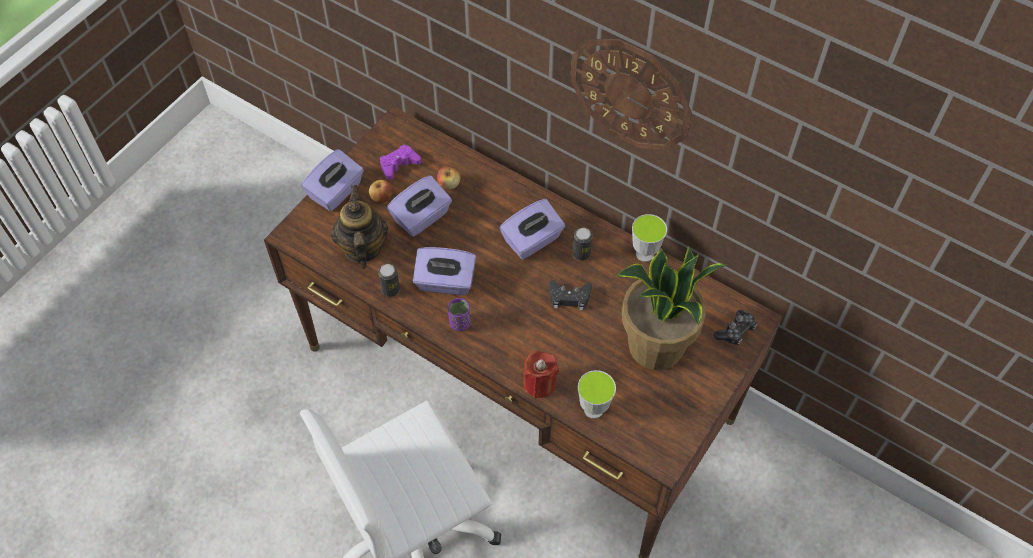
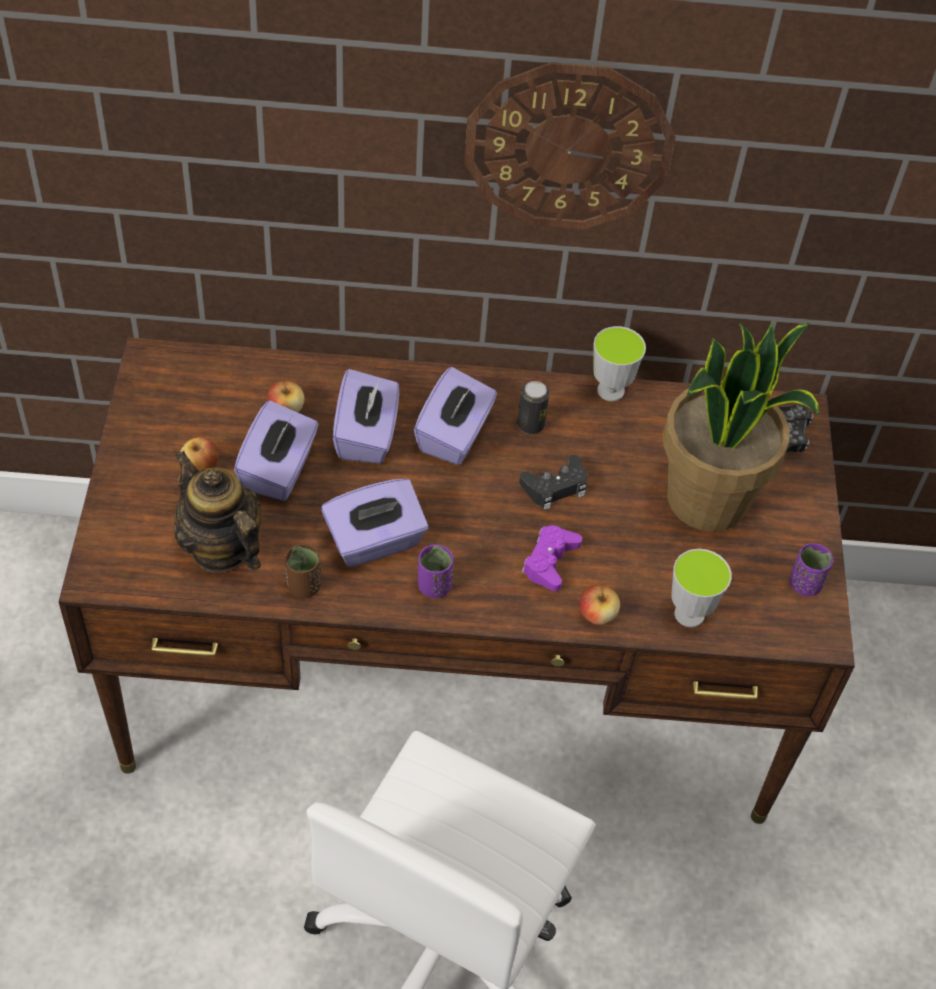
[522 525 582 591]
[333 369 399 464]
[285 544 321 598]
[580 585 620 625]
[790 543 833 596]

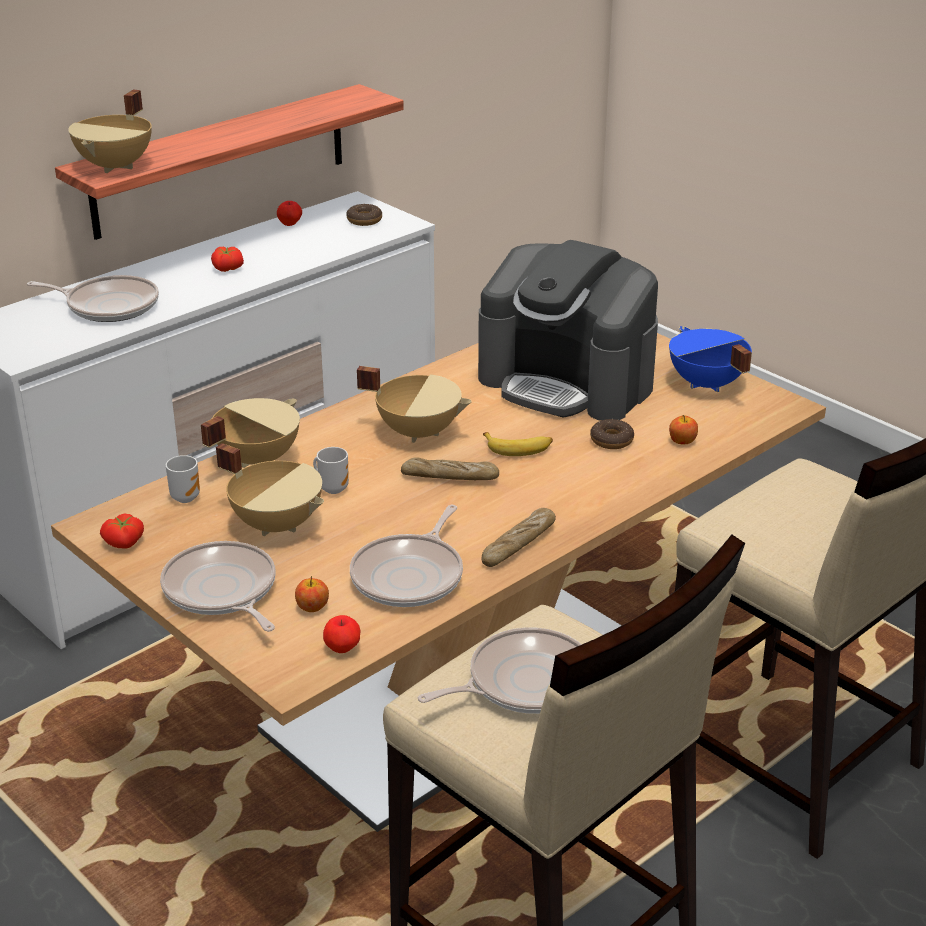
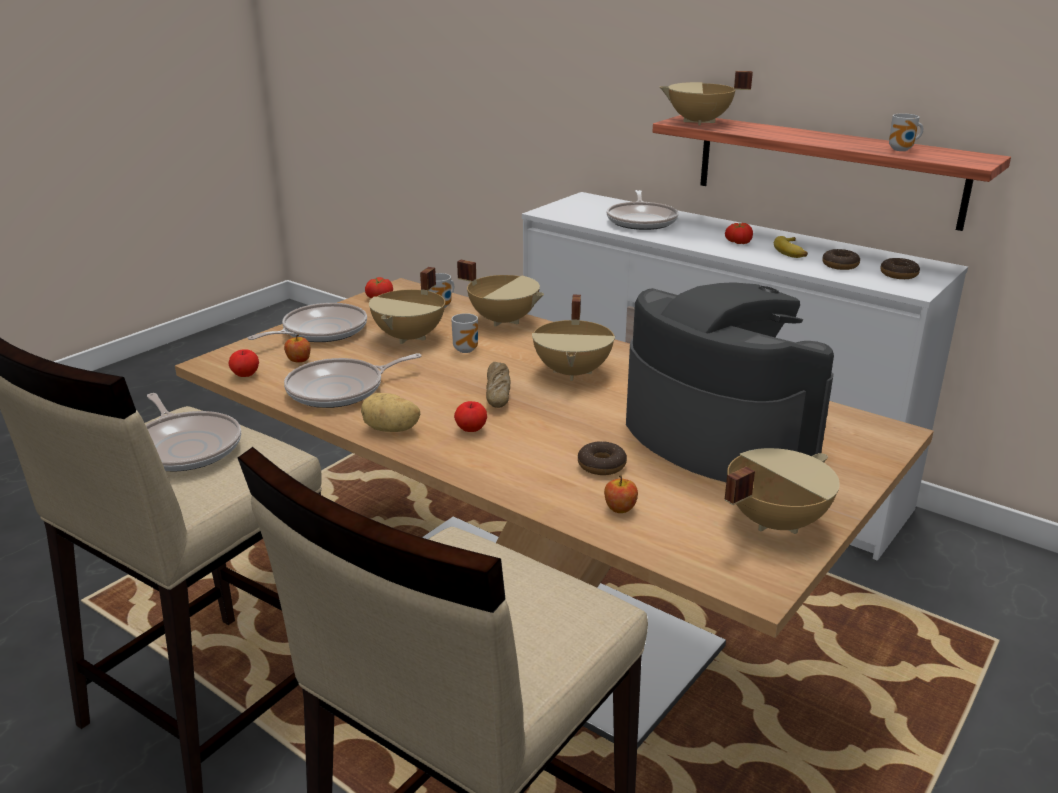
[454 401 487 432]
[626 282 834 482]
[725 448 840 534]
[774 236 808 258]
[284 354 421 408]
[361 393 421 432]
[889 114 923 151]
[822 249 860 270]

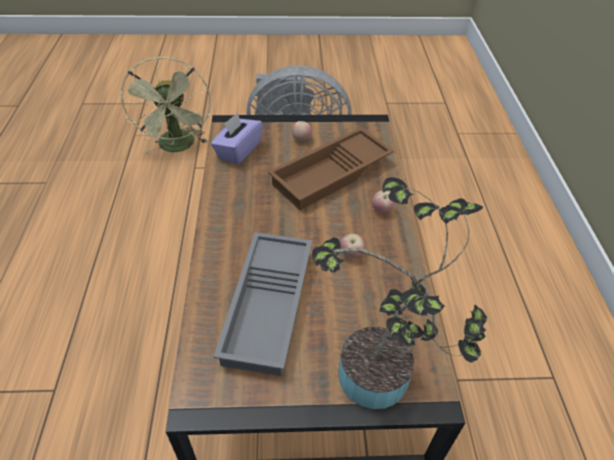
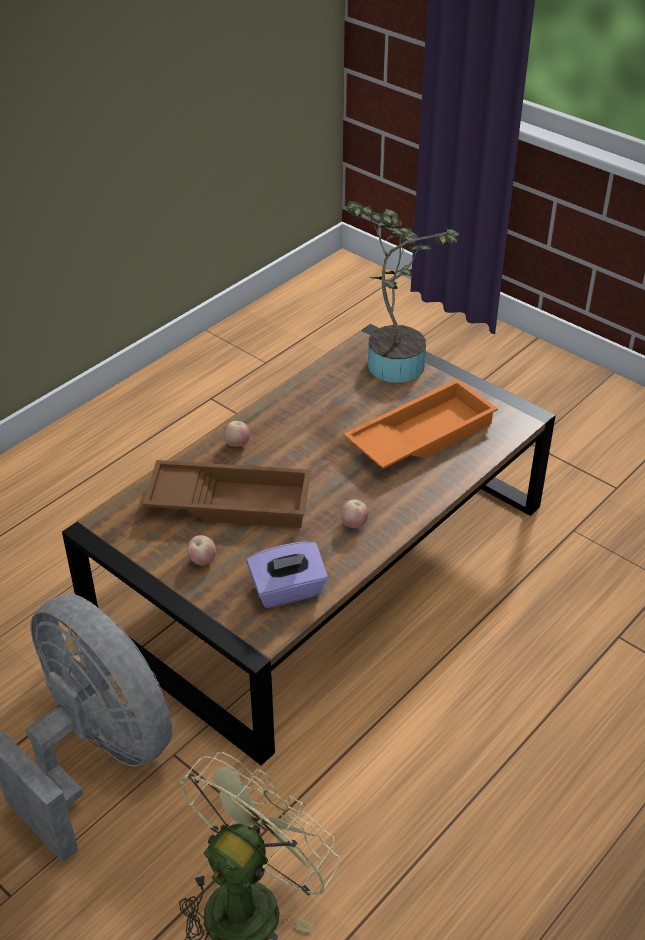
[344 379 498 469]
[341 499 368 528]

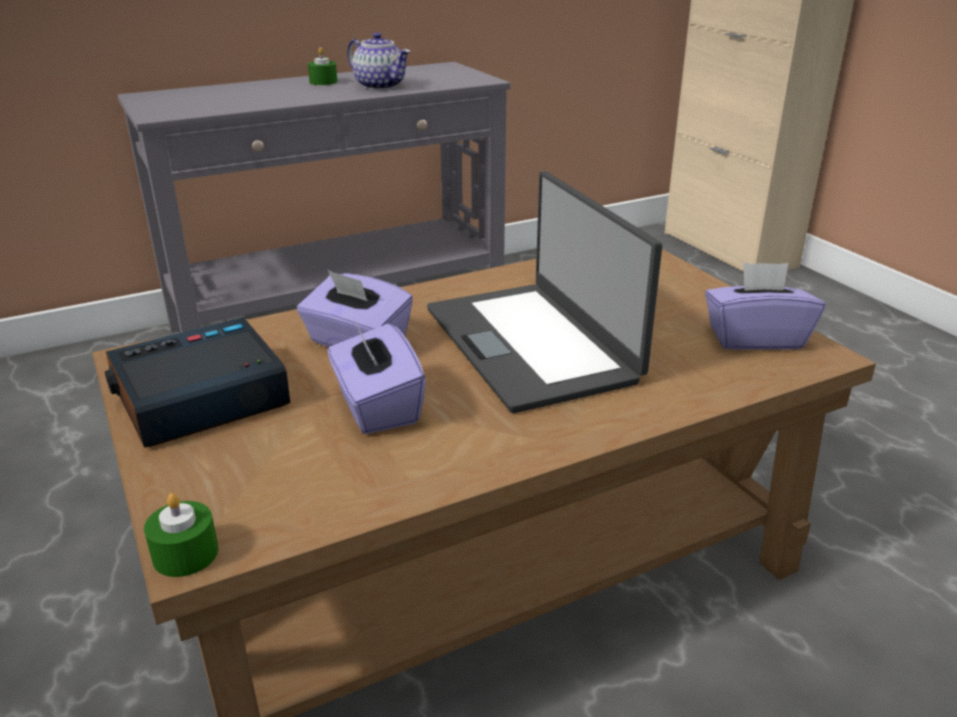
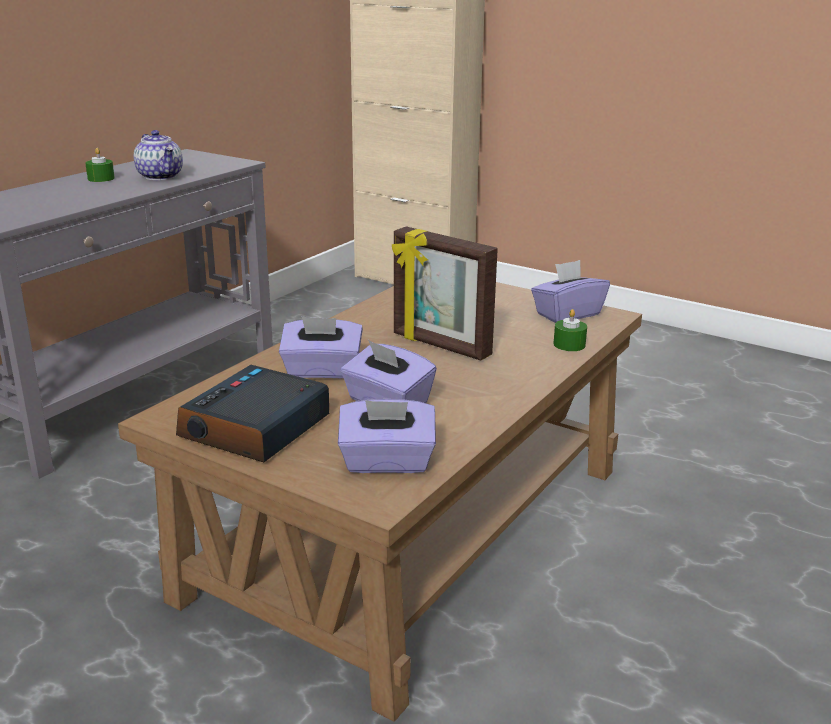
[134 130 183 180]
[392 226 498 361]
[553 309 587 351]
[338 399 436 473]

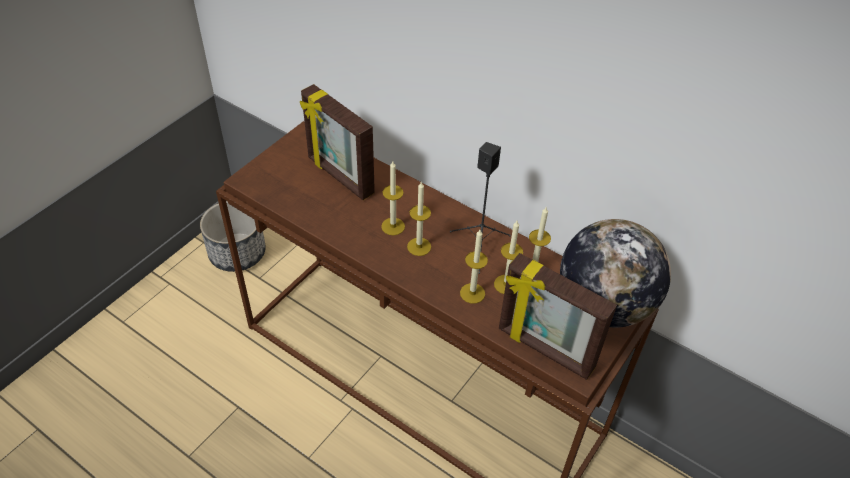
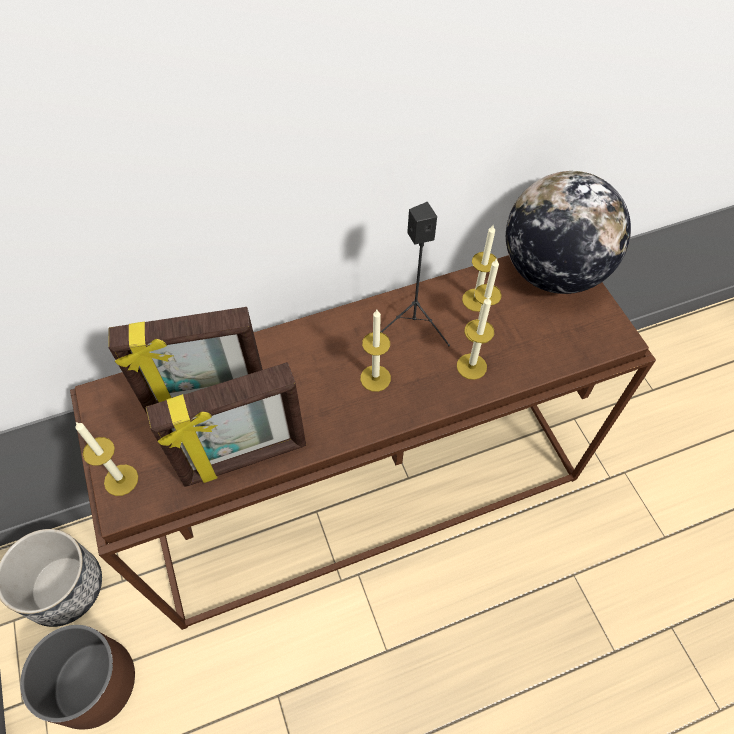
[75 422 138 496]
[146 362 306 487]
[20 625 135 730]

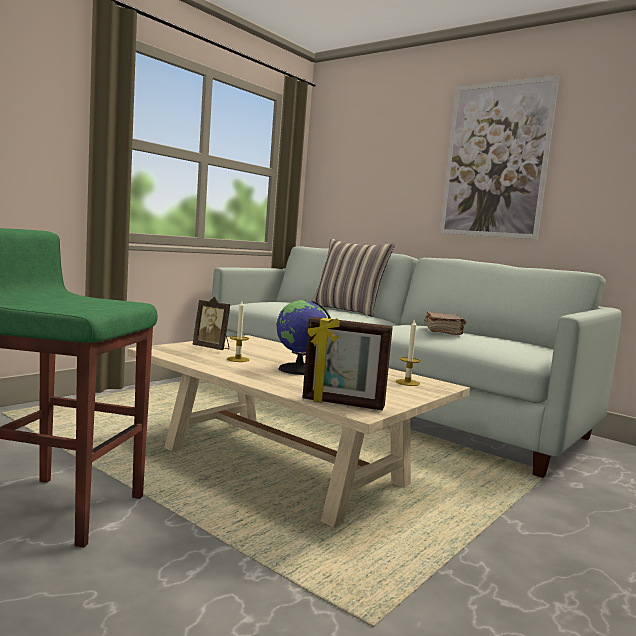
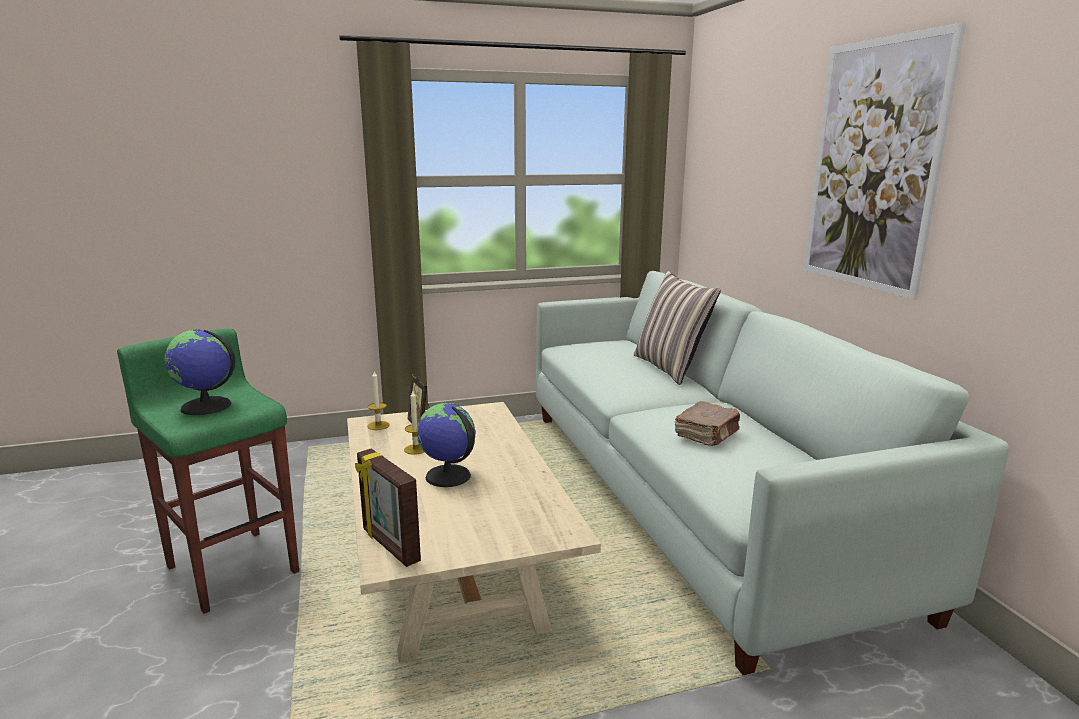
[367 371 390 430]
[165 329 235 415]

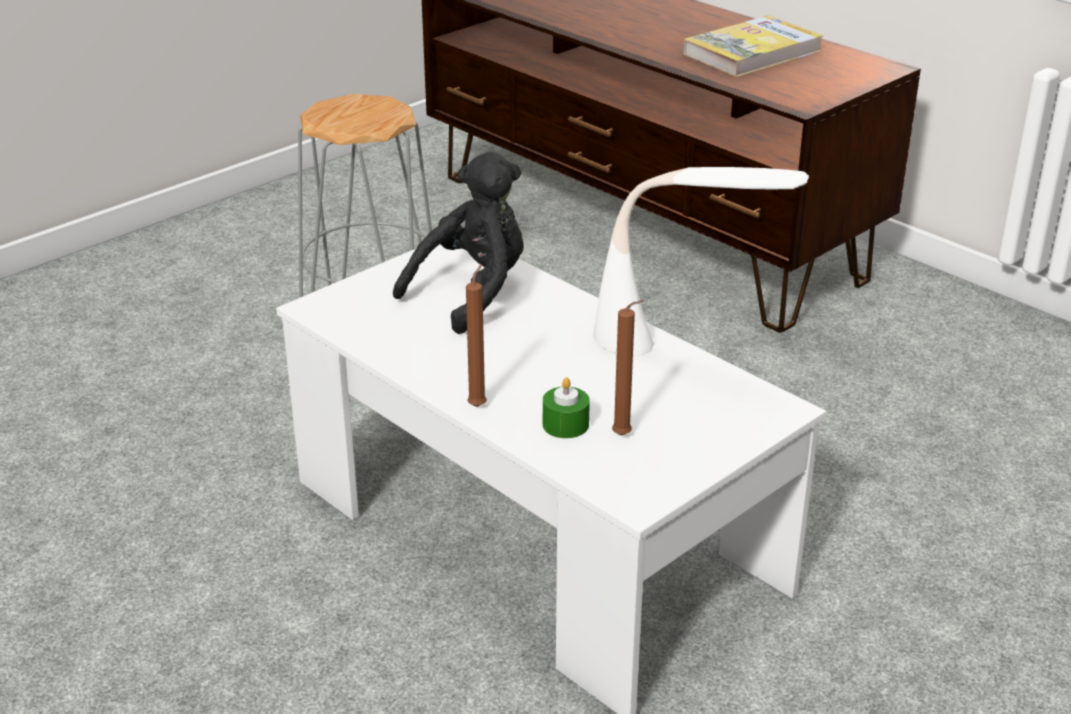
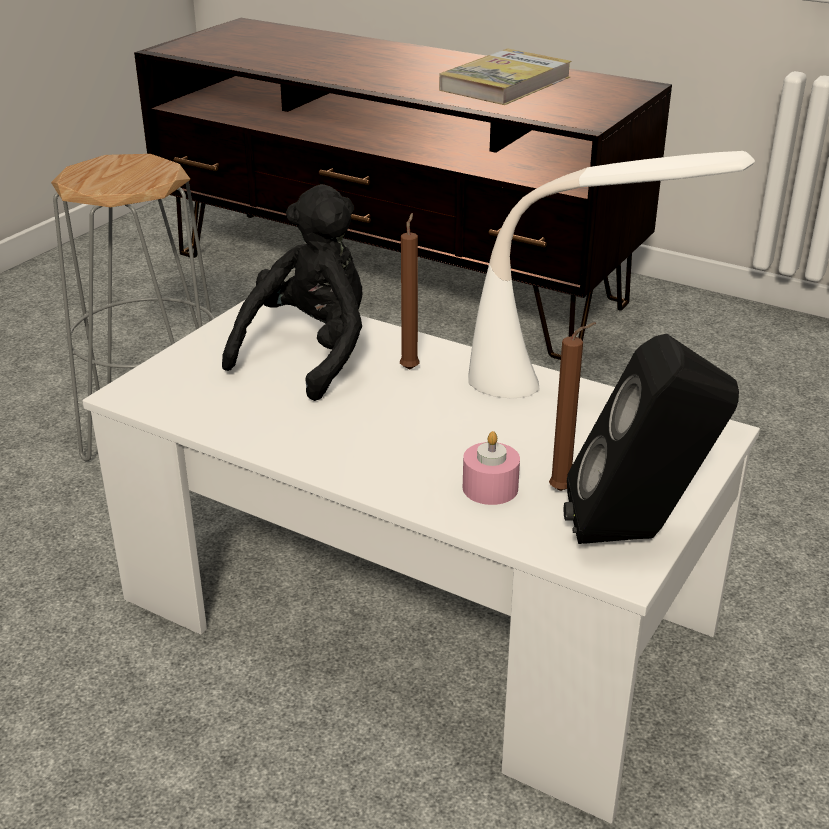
[400 213 419 370]
[463 431 520 505]
[564 334 739 544]

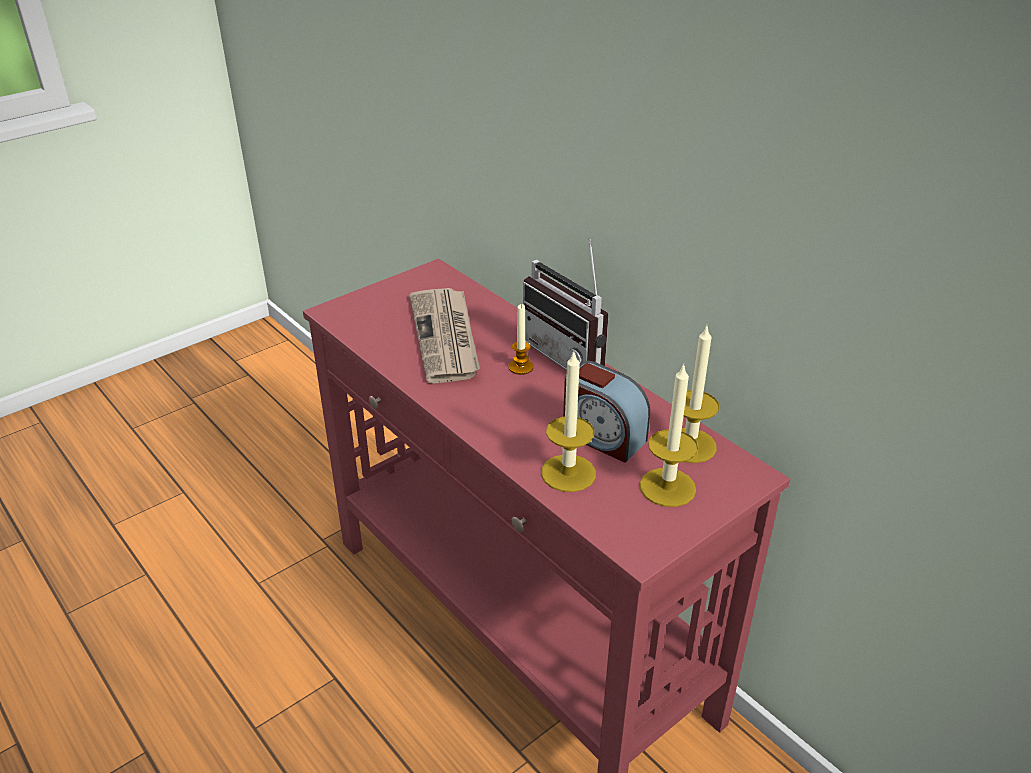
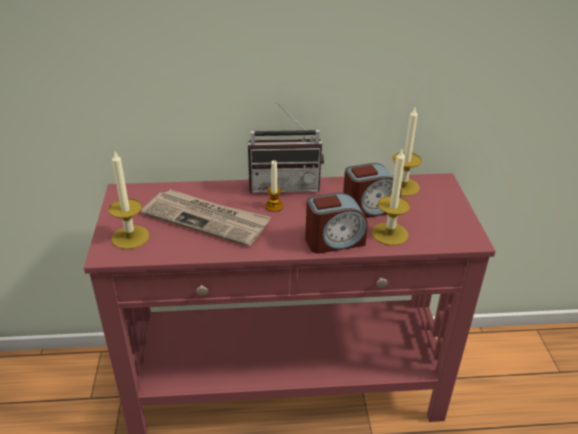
[108 152 149 249]
[305 193 368 254]

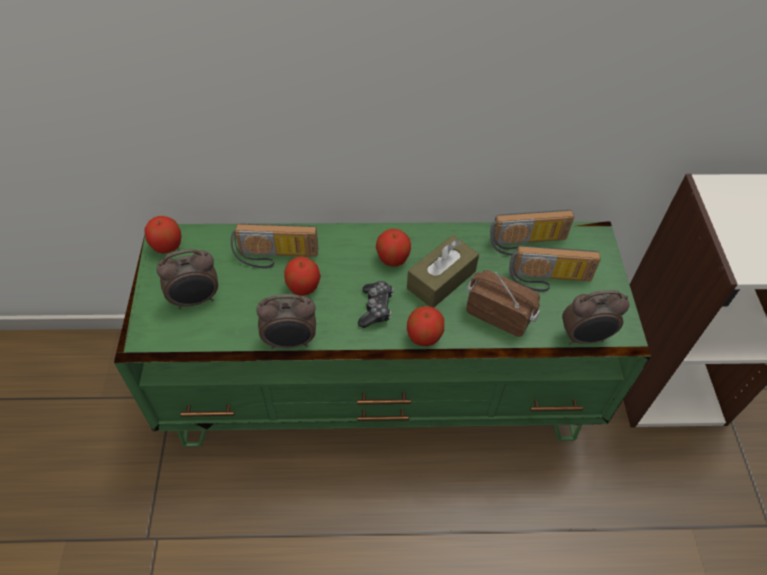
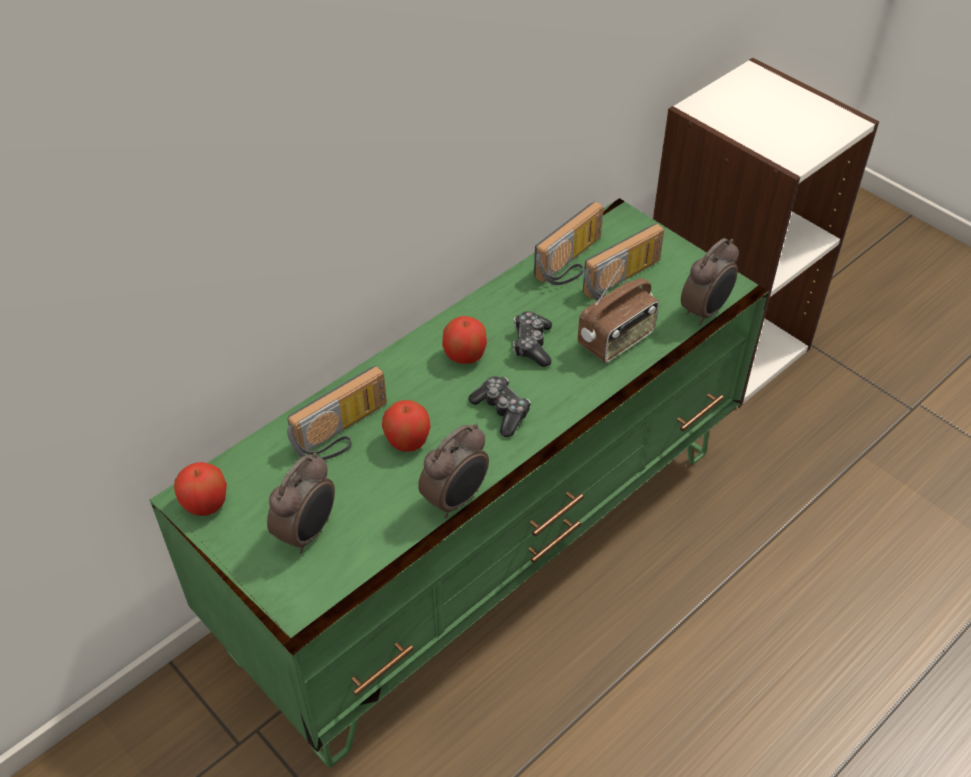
[513 311 552 367]
[578 261 659 363]
[407 306 444 346] (first image)

